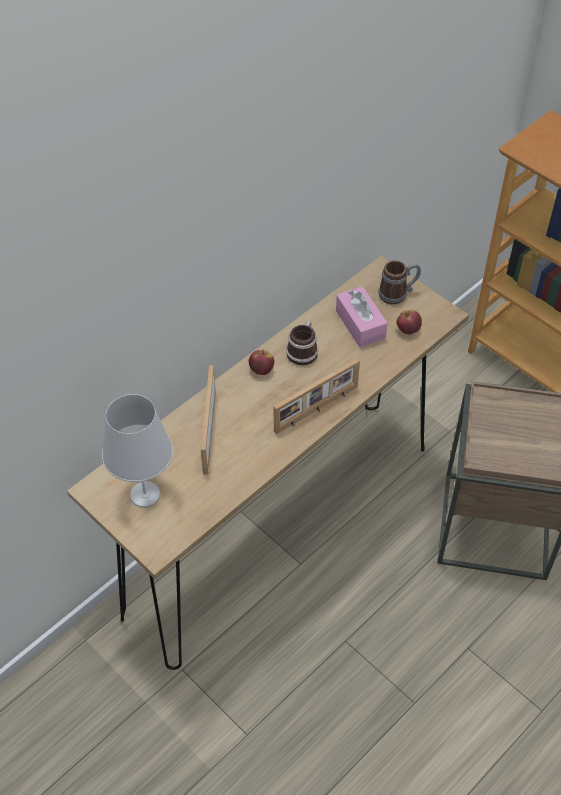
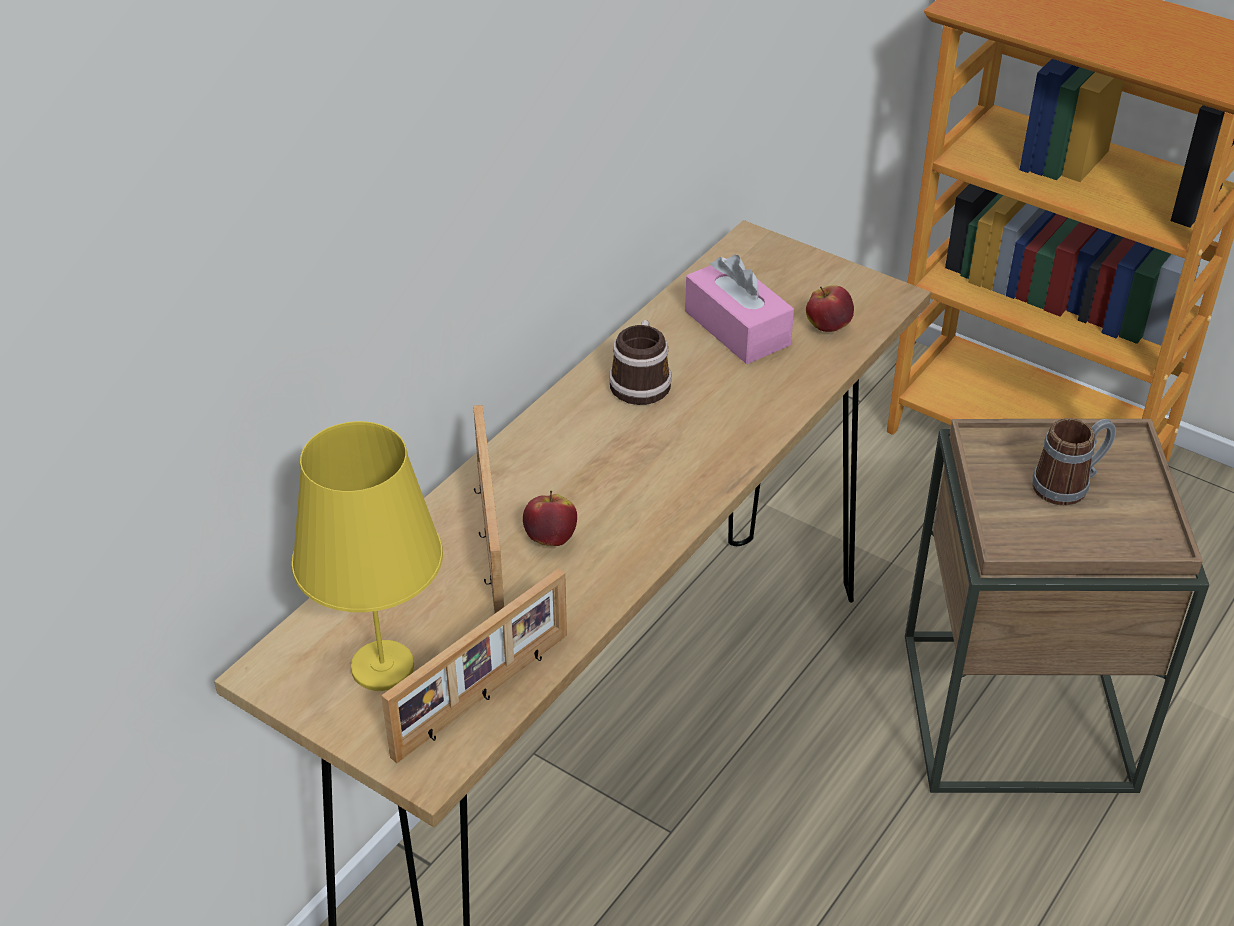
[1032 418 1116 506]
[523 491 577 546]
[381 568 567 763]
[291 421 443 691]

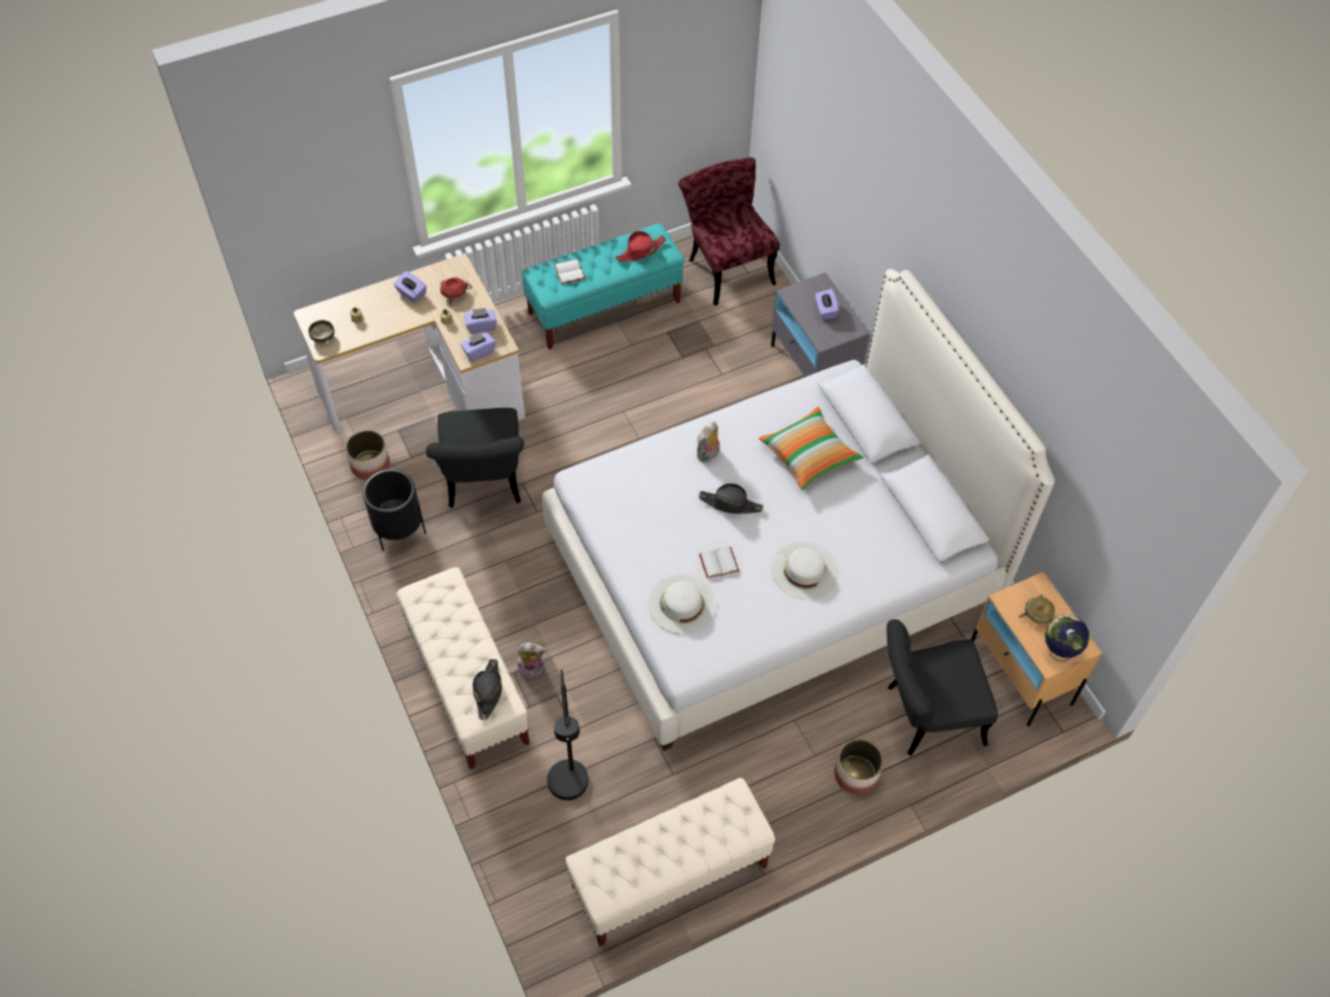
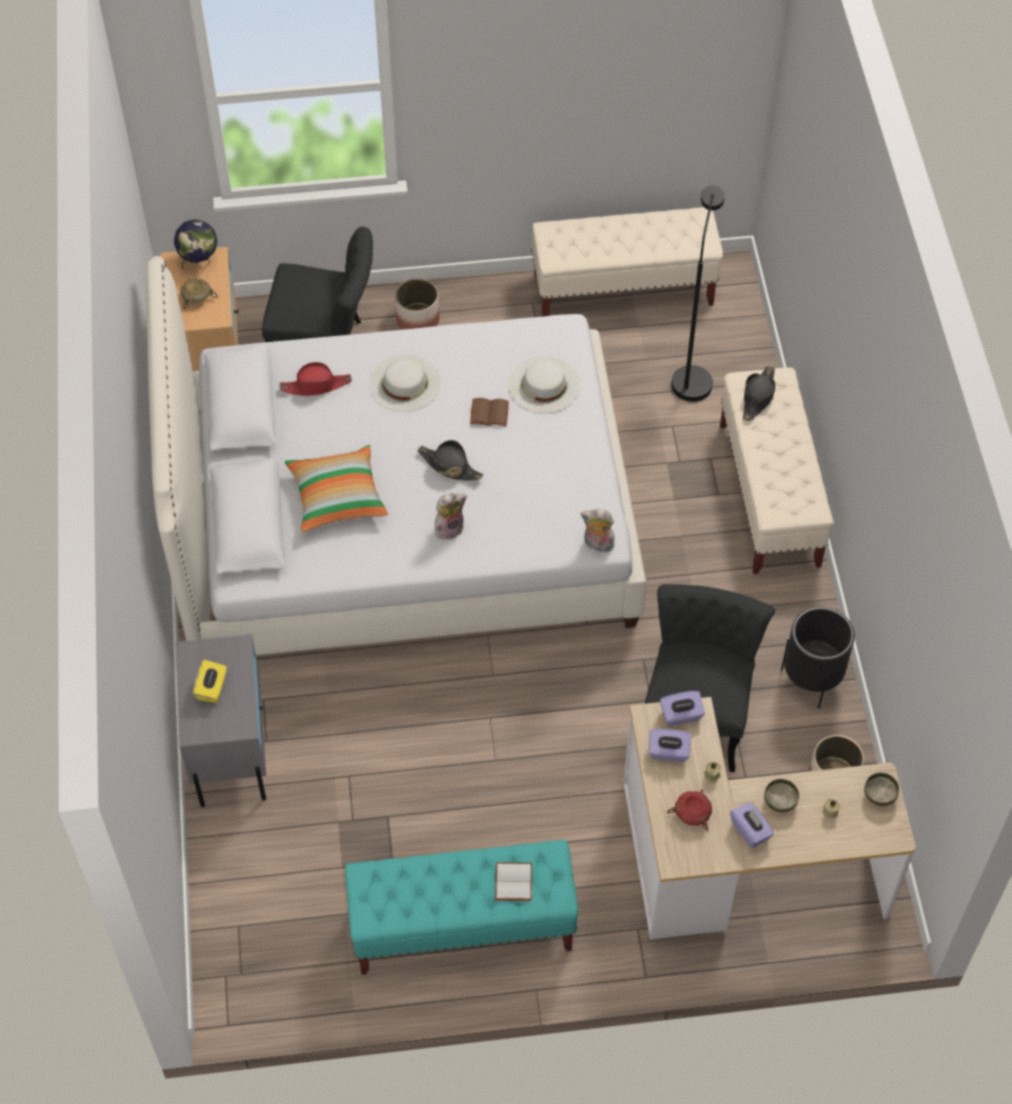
[678 157 780 306] (first image)
[279 362 352 396]
[193 660 227 703]
[470 398 509 426]
[581 509 615 552]
[764 779 799 813]

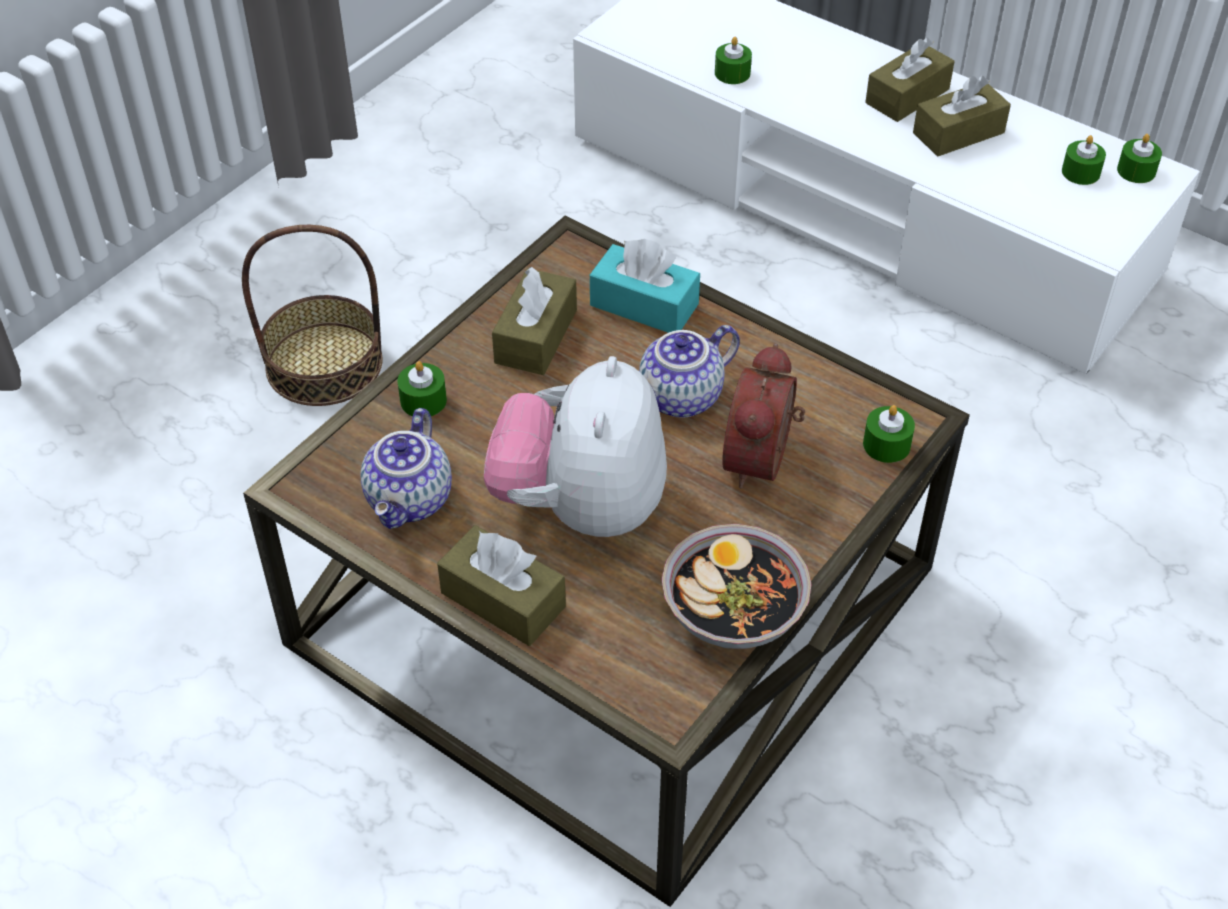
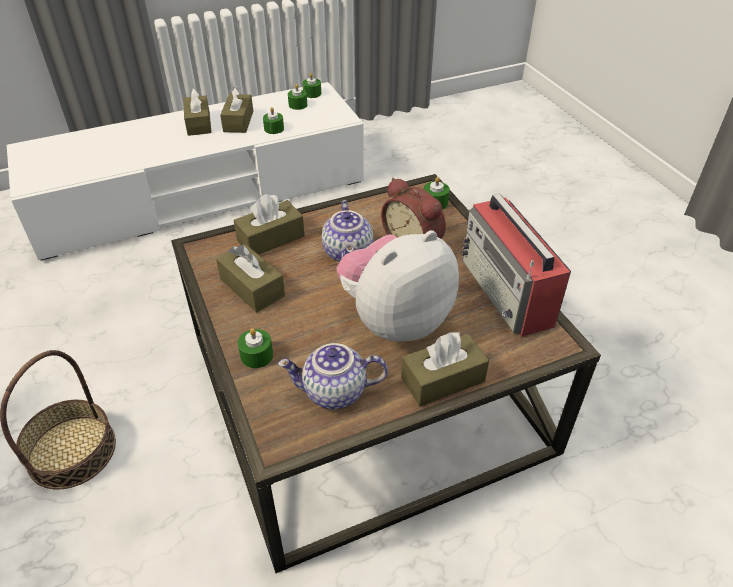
[263 107 284 134]
[234 194 305 255]
[337 230 459 342]
[278 343 388 409]
[462 194 571 337]

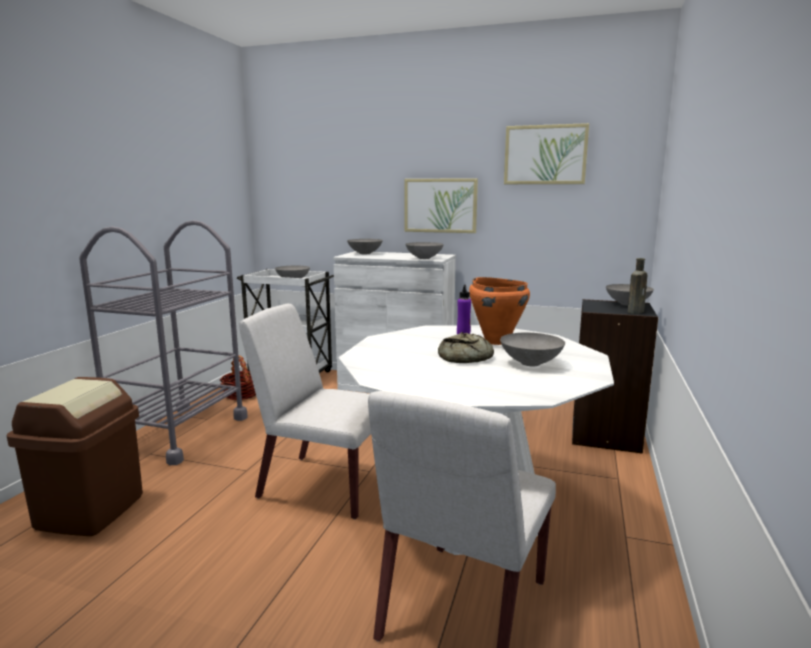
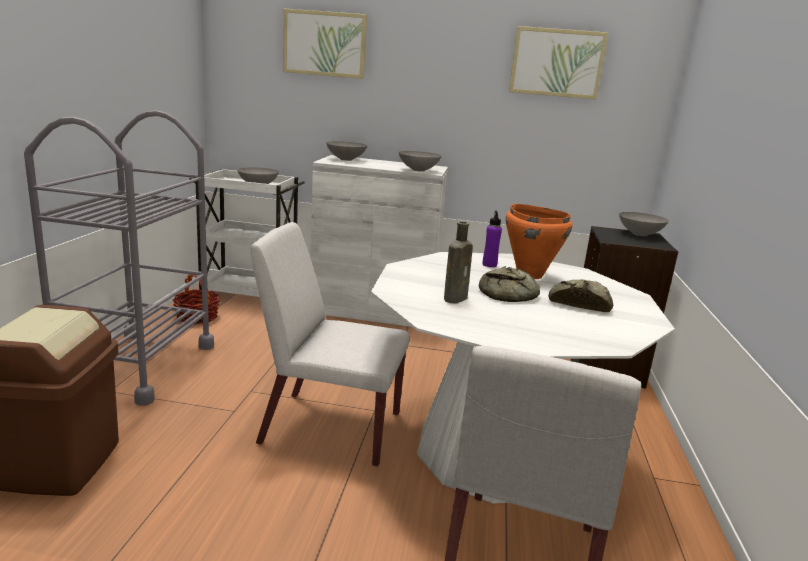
[283 9 367 79]
[444 221 473 303]
[548 280 613 312]

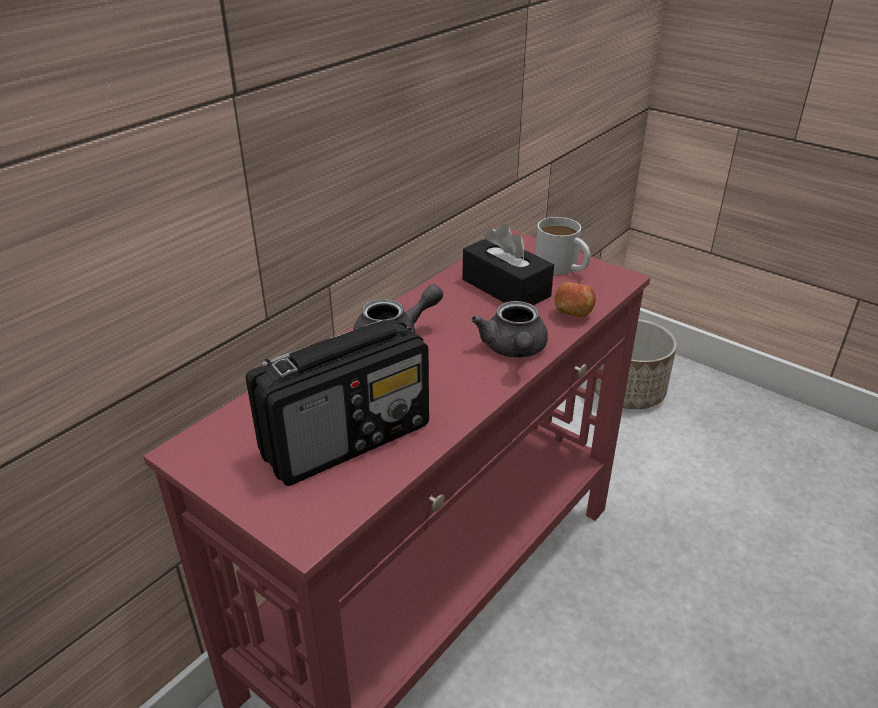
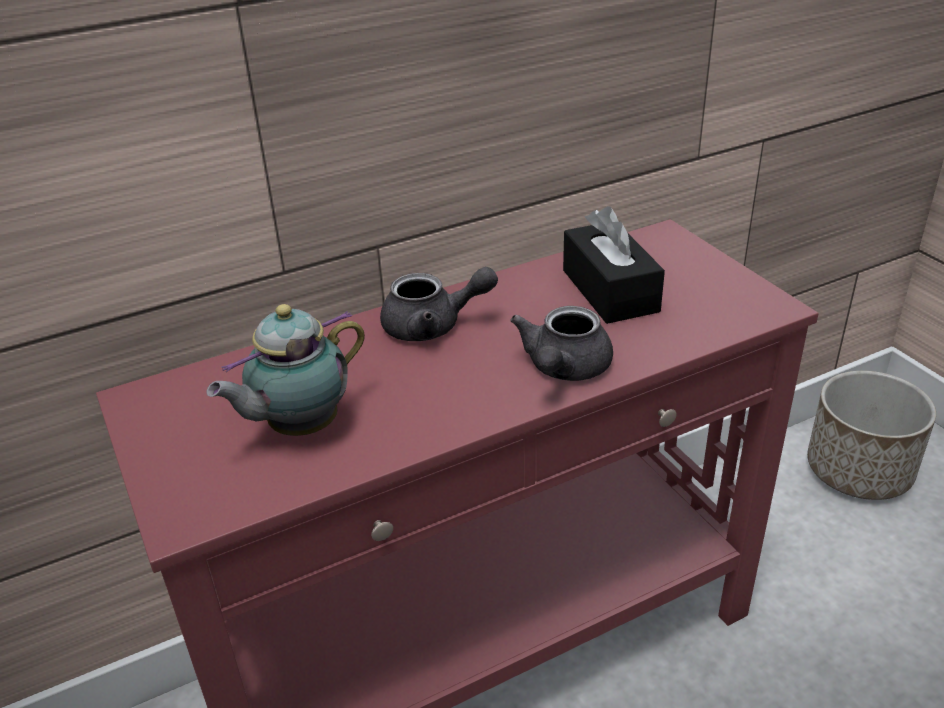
[535 217 591 275] (first image)
[554 280 596 317] (first image)
[207 304 365 436]

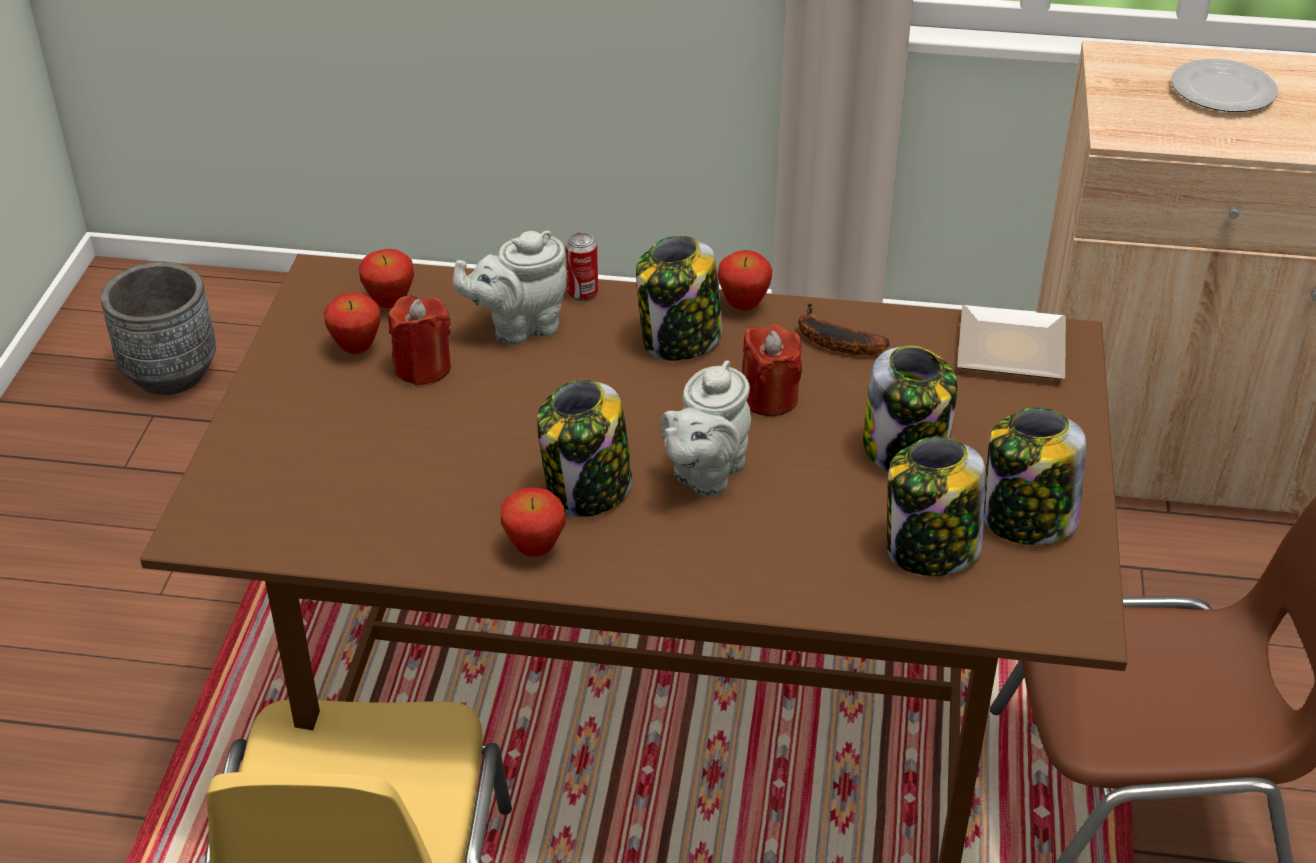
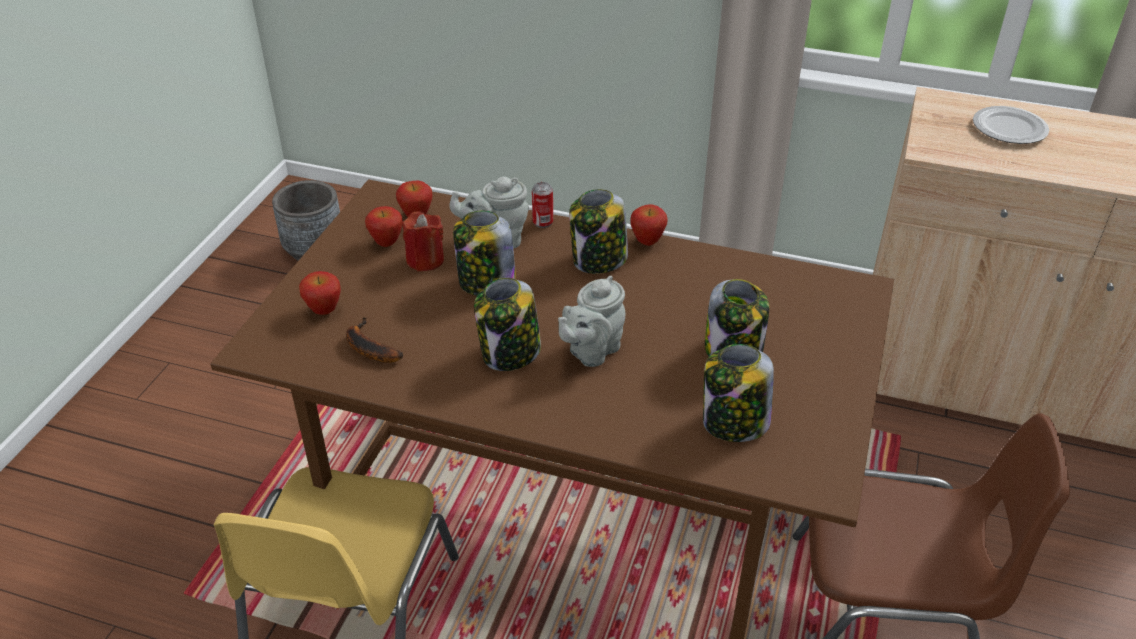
[346 317 403 363]
[957 305 1066 380] (first image)
[742 324 802 416] (first image)
[453 211 516 296]
[299 271 341 315]

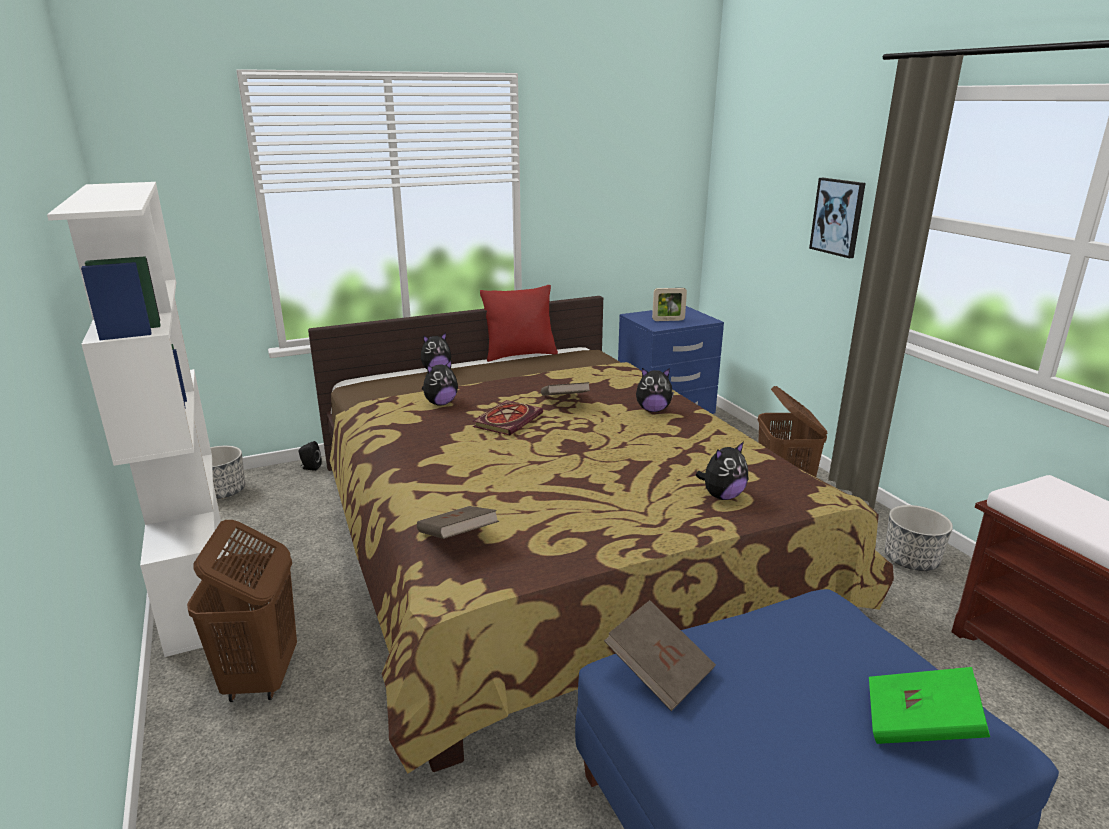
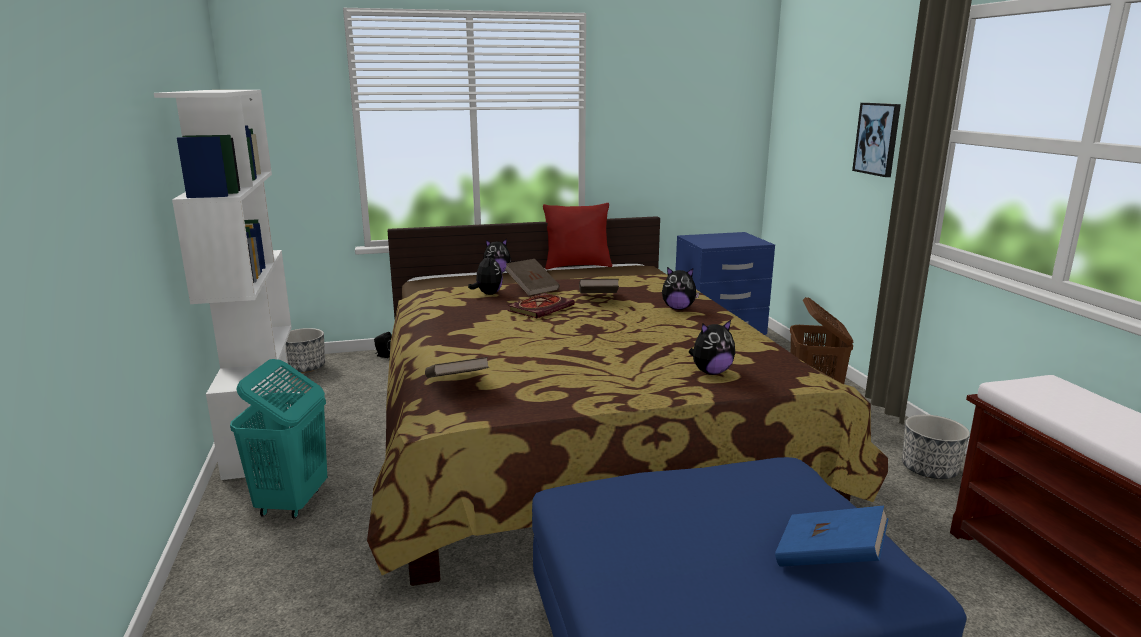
[652 288 687 321] (first image)
[468 252 503 295]
[230 359 327 519]
[505 259 559 296]
[775 506 888 567]

